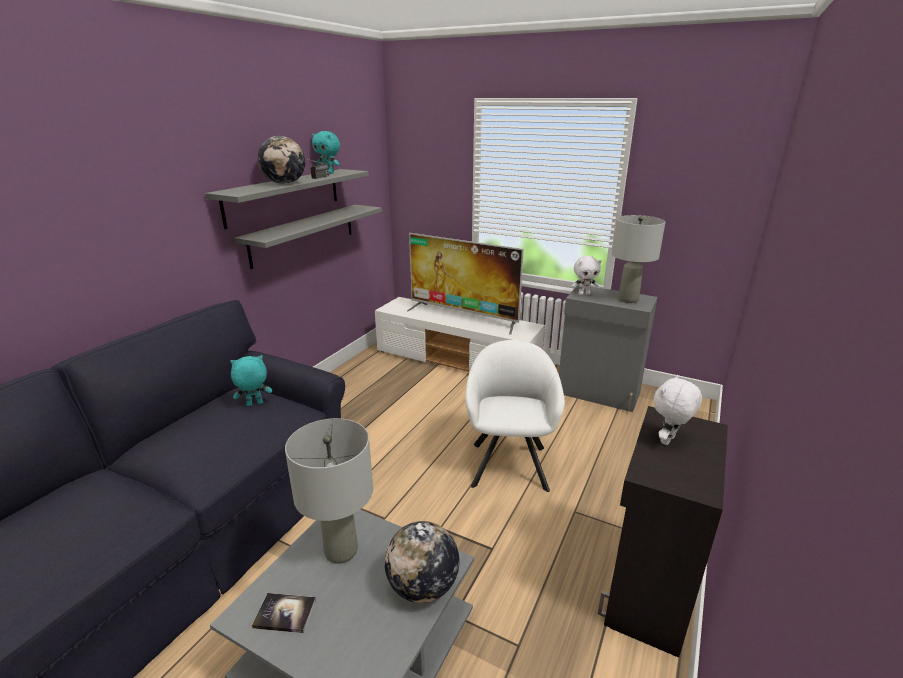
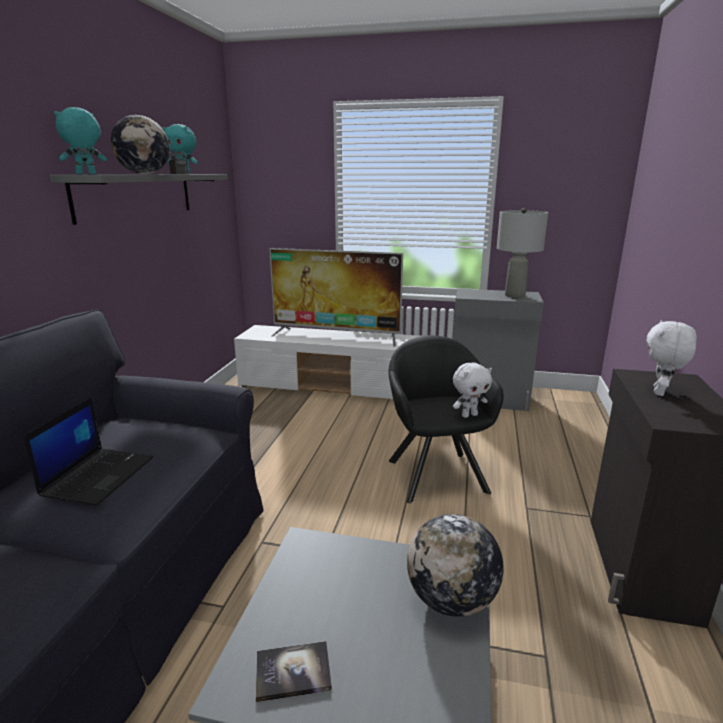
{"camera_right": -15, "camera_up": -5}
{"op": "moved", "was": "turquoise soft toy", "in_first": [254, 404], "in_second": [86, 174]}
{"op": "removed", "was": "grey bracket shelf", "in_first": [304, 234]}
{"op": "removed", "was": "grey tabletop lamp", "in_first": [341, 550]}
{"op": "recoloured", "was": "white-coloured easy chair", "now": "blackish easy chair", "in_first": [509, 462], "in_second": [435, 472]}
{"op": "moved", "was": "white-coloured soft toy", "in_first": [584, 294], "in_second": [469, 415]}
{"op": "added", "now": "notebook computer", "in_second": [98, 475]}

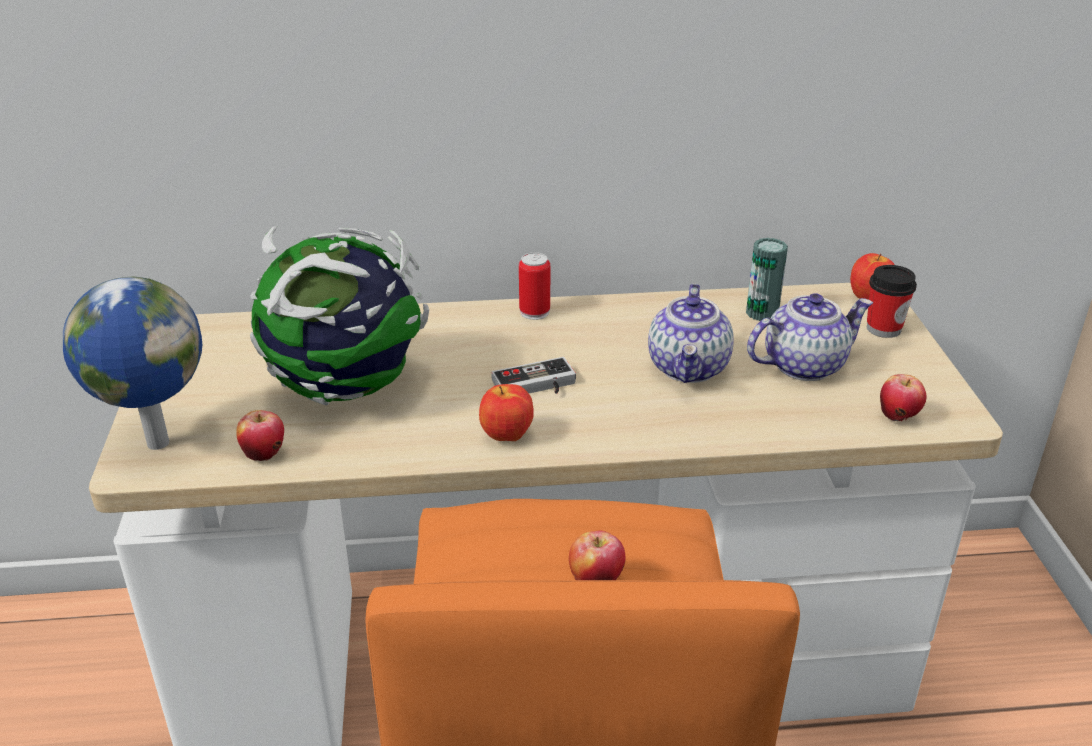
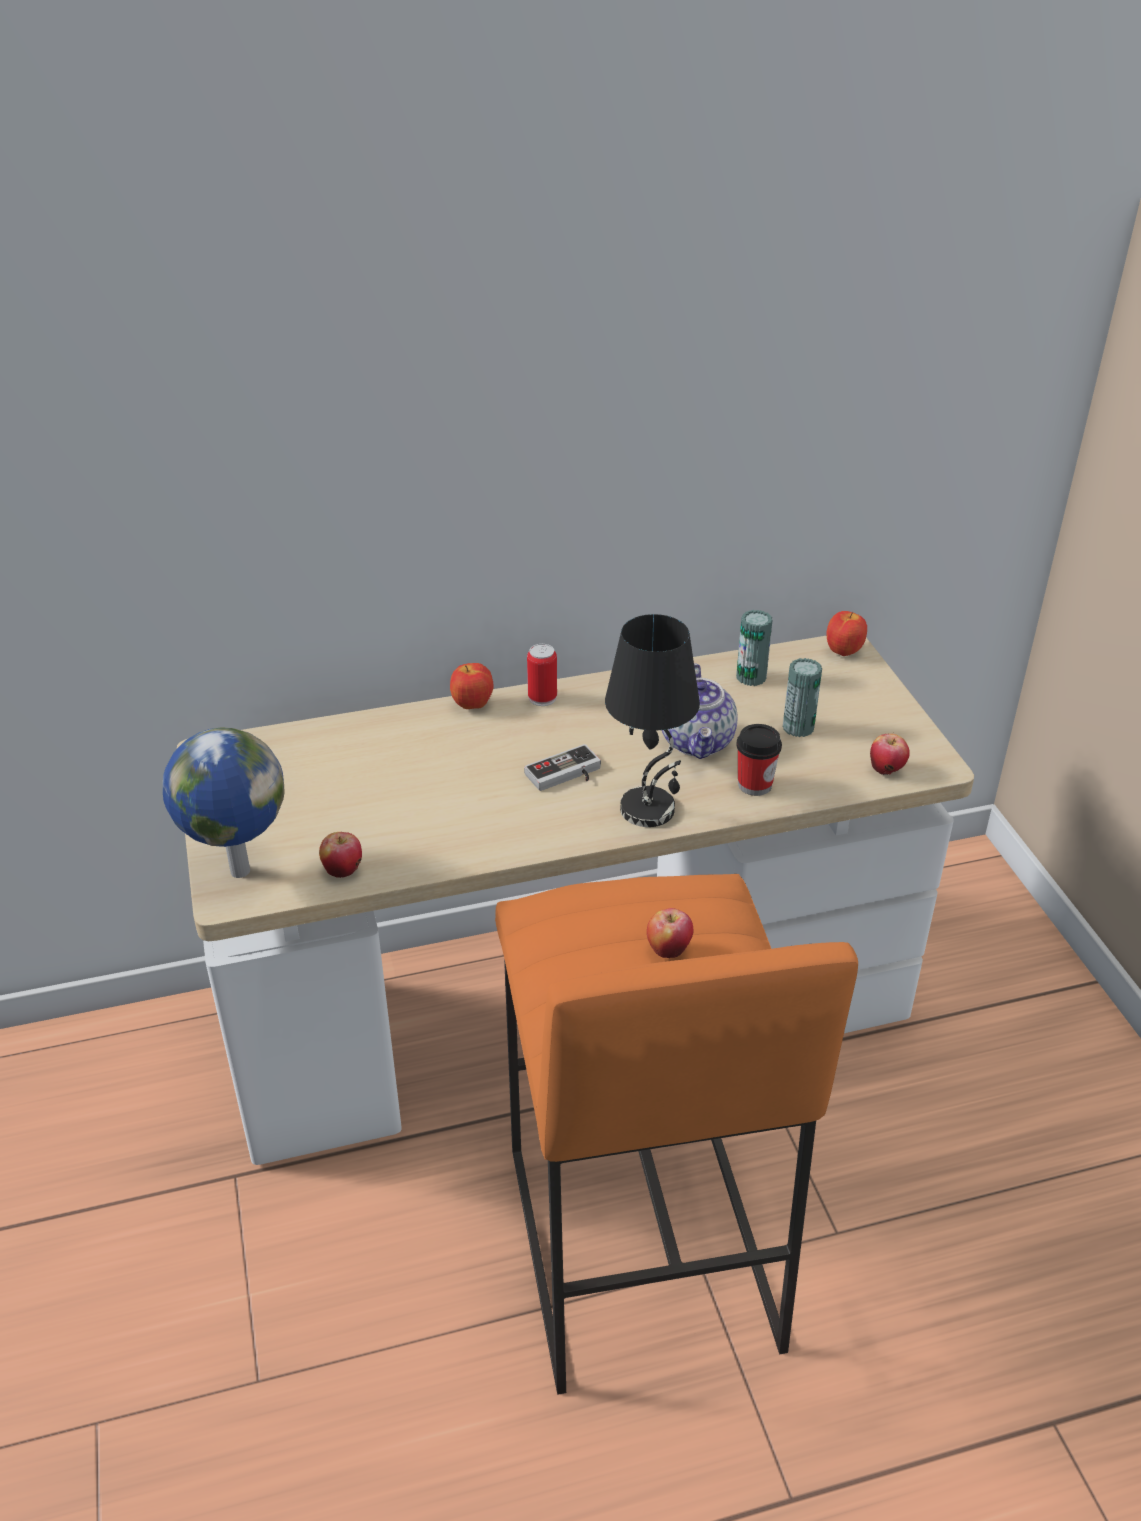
{"camera_right": -10, "camera_up": 5}
{"op": "removed", "was": "globe", "in_first": [347, 388]}
{"op": "moved", "was": "apple fruit", "in_first": [506, 437], "in_second": [472, 705]}
{"op": "replaced", "was": "teapot", "now": "metal can", "in_first": [804, 365], "in_second": [798, 727]}
{"op": "moved", "was": "cup", "in_first": [883, 329], "in_second": [754, 784]}
{"op": "added", "now": "blackish tabletop lamp", "in_second": [649, 809]}

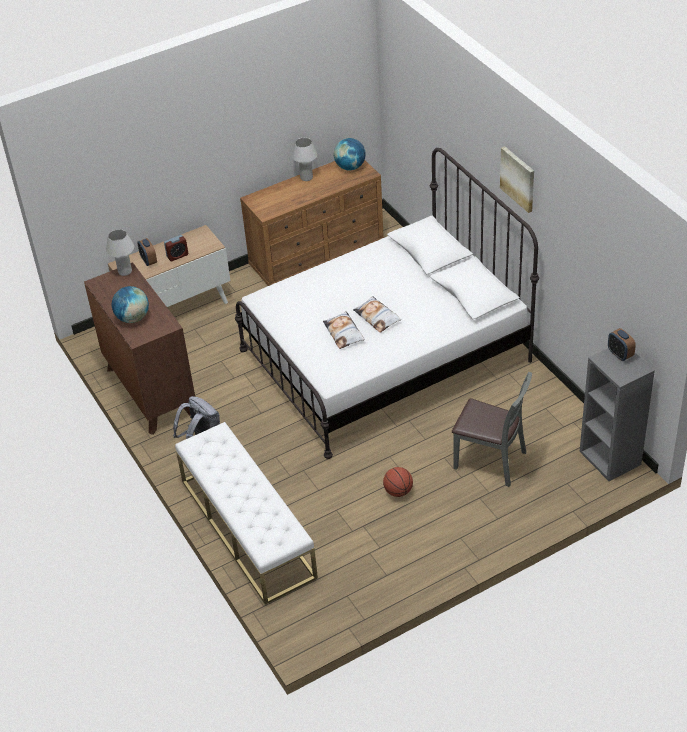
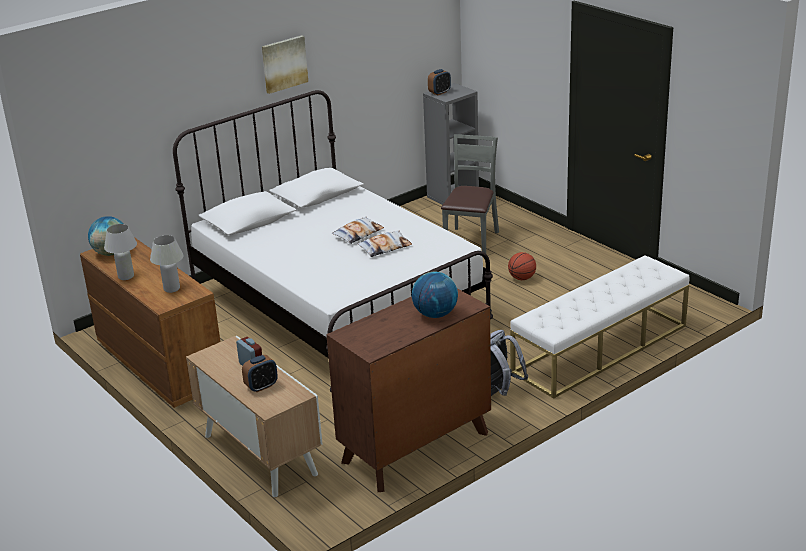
{"camera_right": -100, "camera_up": -15}
{"op": "moved", "was": "white-coloured tabletop lamp", "in_first": [125, 271], "in_second": [171, 289]}

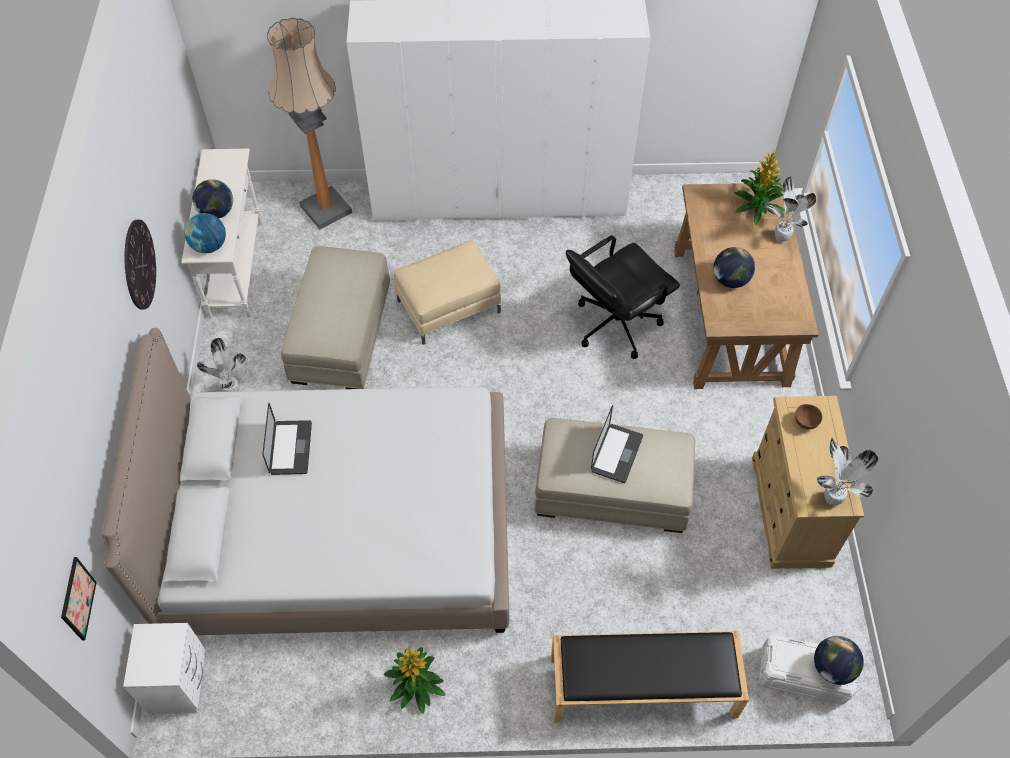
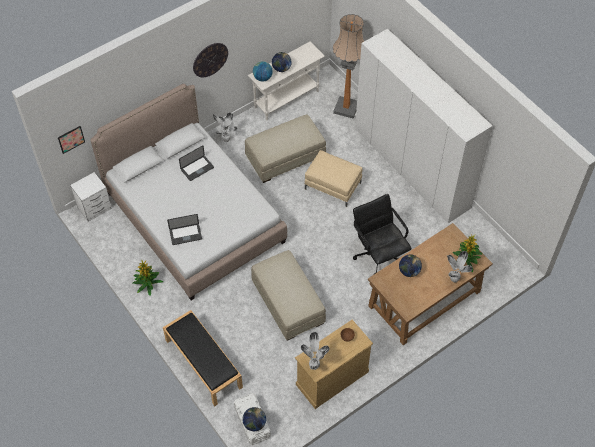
{"camera_right": 55, "camera_up": 0}
{"op": "turned", "was": "blackish office chair", "in_first": [615, 324], "in_second": [378, 254], "clockwise": 45}
{"op": "moved", "was": "notebook computer", "in_first": [616, 453], "in_second": [185, 235]}

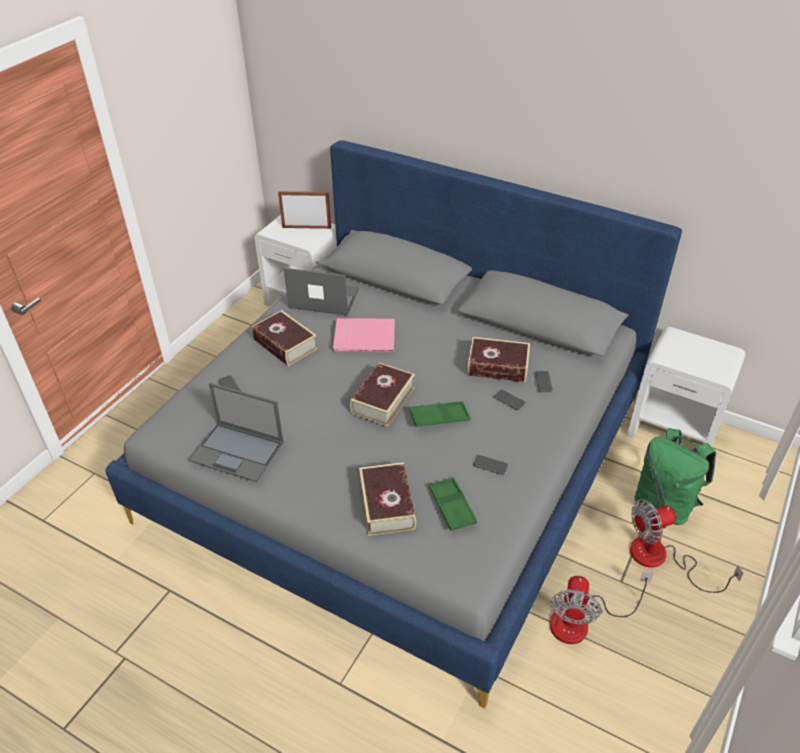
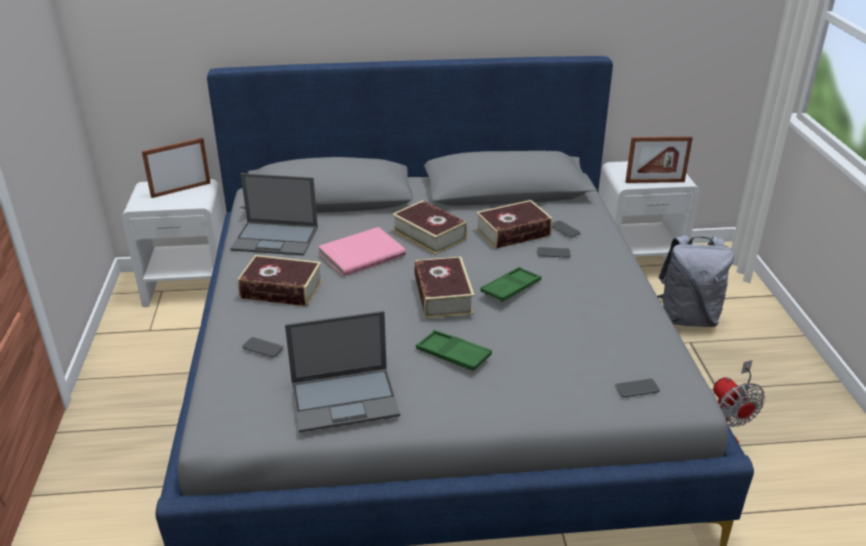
{"camera_right": -35, "camera_up": -10}
{"op": "turned", "was": "notebook computer", "in_first": [323, 298], "in_second": [276, 238], "clockwise": -150}
{"op": "moved", "was": "bound book", "in_first": [387, 504], "in_second": [429, 235]}
{"op": "moved", "was": "green-coloured tray", "in_first": [452, 507], "in_second": [453, 355]}
{"op": "moved", "was": "telephone", "in_first": [490, 465], "in_second": [637, 388]}
{"op": "removed", "was": "fan", "in_first": [661, 559]}
{"op": "recoloured", "was": "green-coloured rucksack", "now": "grey rucksack", "in_first": [664, 504], "in_second": [687, 318]}
{"op": "added", "now": "picture frame", "in_second": [654, 182]}

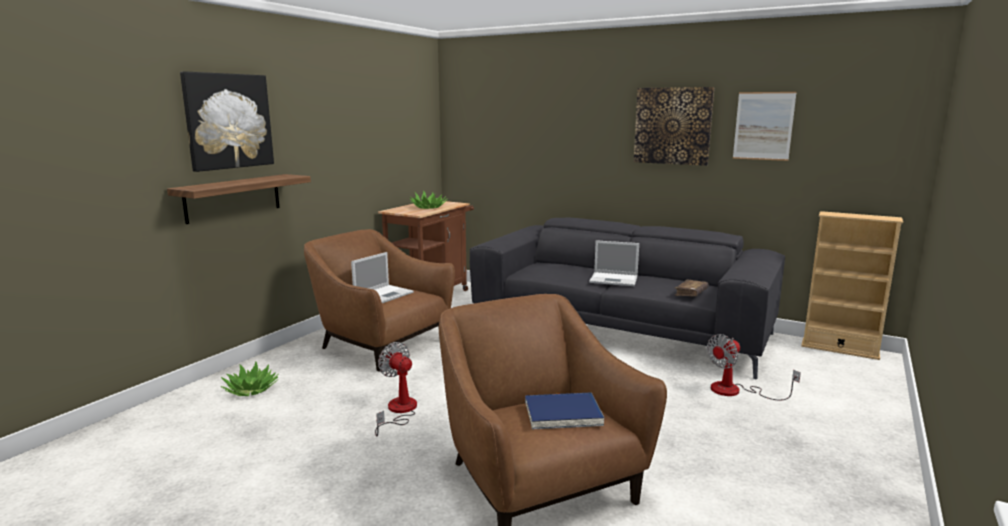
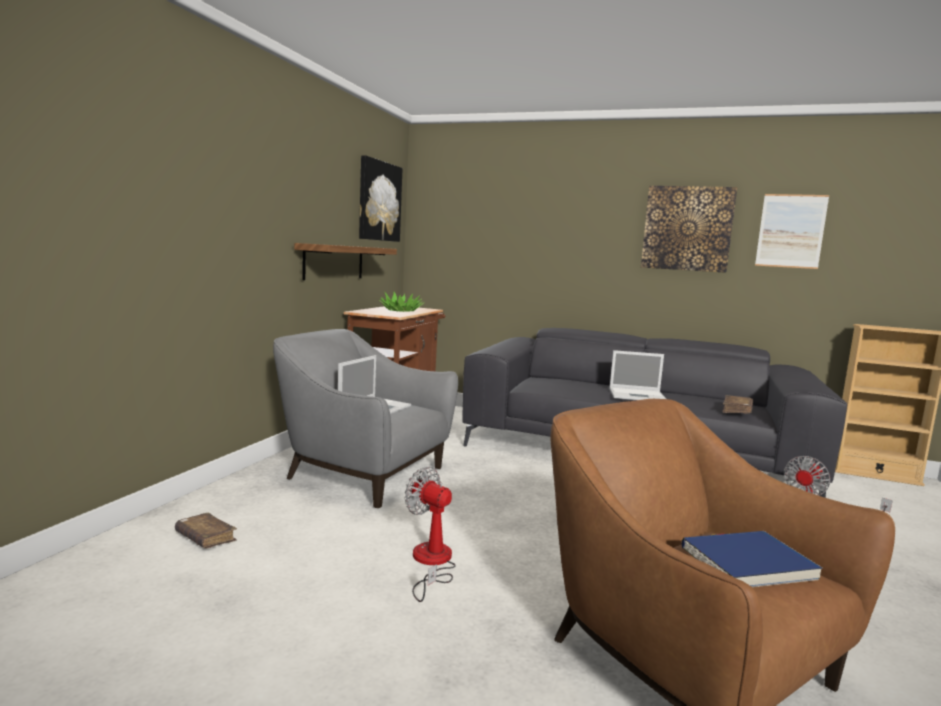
{"camera_right": -10, "camera_up": -5}
{"op": "moved", "was": "bracket shelf", "in_first": [233, 198], "in_second": [334, 262]}
{"op": "moved", "was": "picture", "in_first": [228, 121], "in_second": [379, 201]}
{"op": "replaced", "was": "houseplant", "now": "brownish bound book", "in_first": [251, 390], "in_second": [205, 538]}
{"op": "recoloured", "was": "brownish easy chair", "now": "grey easy chair", "in_first": [381, 345], "in_second": [363, 474]}

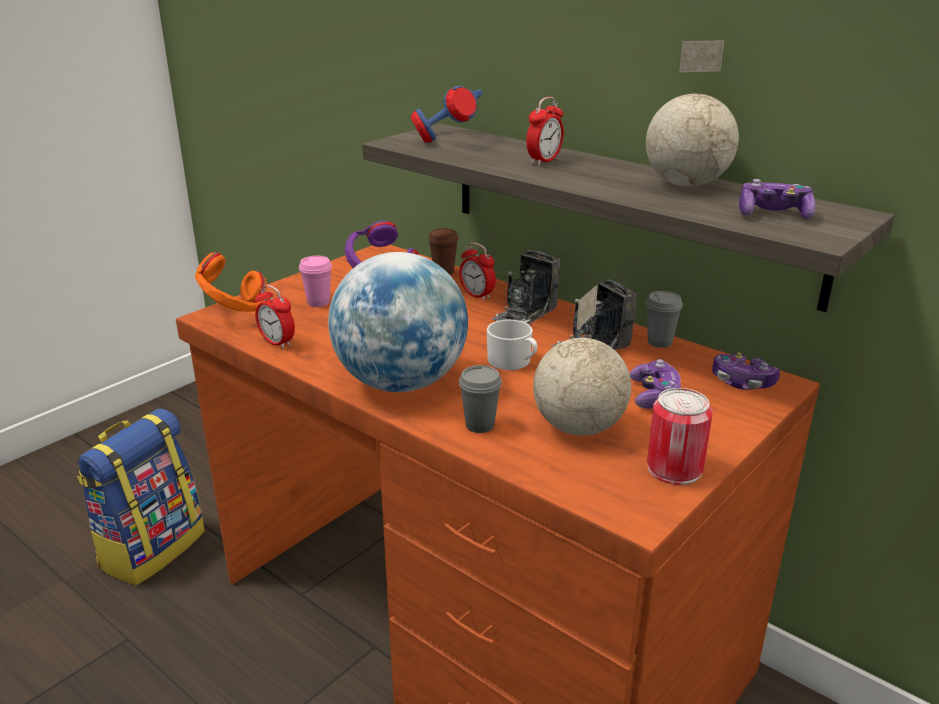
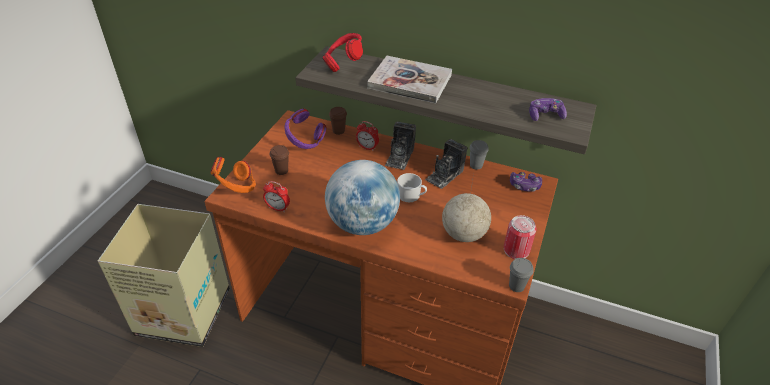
{"camera_right": -20, "camera_up": 15}
{"op": "replaced", "was": "rucksack", "now": "packing box", "in_first": [152, 548], "in_second": [182, 311]}
{"op": "recoloured", "was": "pink-coloured cup", "now": "brownish cup", "in_first": [318, 302], "in_second": [281, 171]}
{"op": "recoloured", "was": "blue-coloured headset", "now": "reddish headset", "in_first": [449, 138], "in_second": [343, 64]}
{"op": "moved", "was": "grey cup", "in_first": [479, 425], "in_second": [516, 286]}
{"op": "replaced", "was": "table clock", "now": "bound book", "in_first": [544, 161], "in_second": [410, 81]}
{"op": "removed", "was": "game controller", "in_first": [654, 396]}
{"op": "removed", "was": "globe", "in_first": [685, 184]}

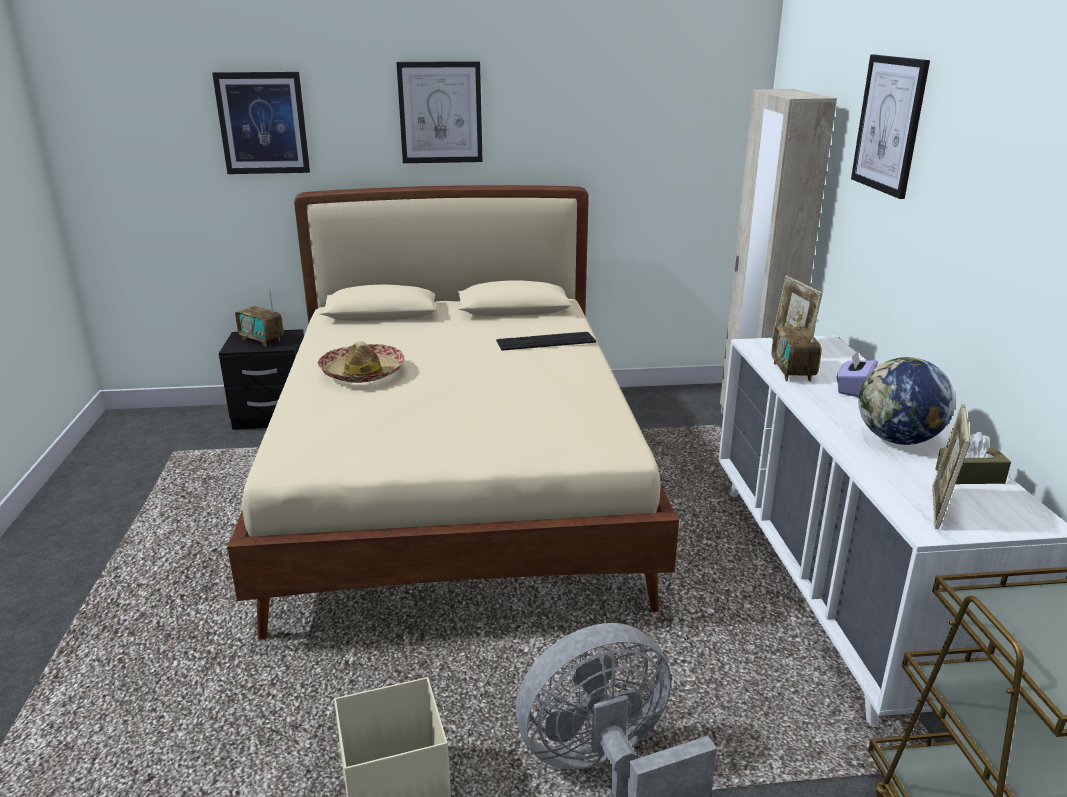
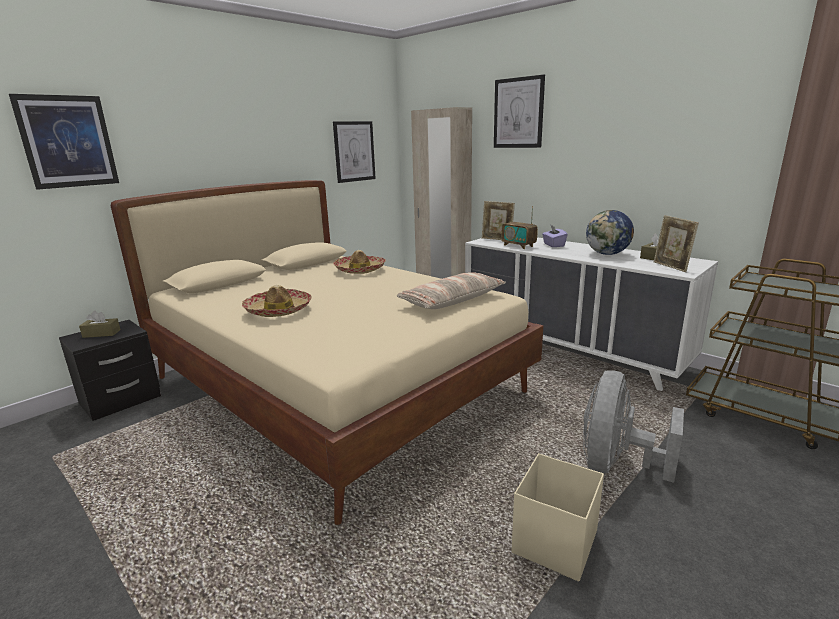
{"camera_right": -40, "camera_up": -5}
{"op": "replaced", "was": "radio", "now": "brownish tissue box", "in_first": [262, 339], "in_second": [101, 333]}
{"op": "moved", "was": "picture", "in_first": [440, 113], "in_second": [354, 151]}
{"op": "replaced", "was": "keyboard", "now": "clothing hat", "in_first": [546, 341], "in_second": [360, 270]}
{"op": "added", "now": "throw pillow", "in_second": [452, 301]}

